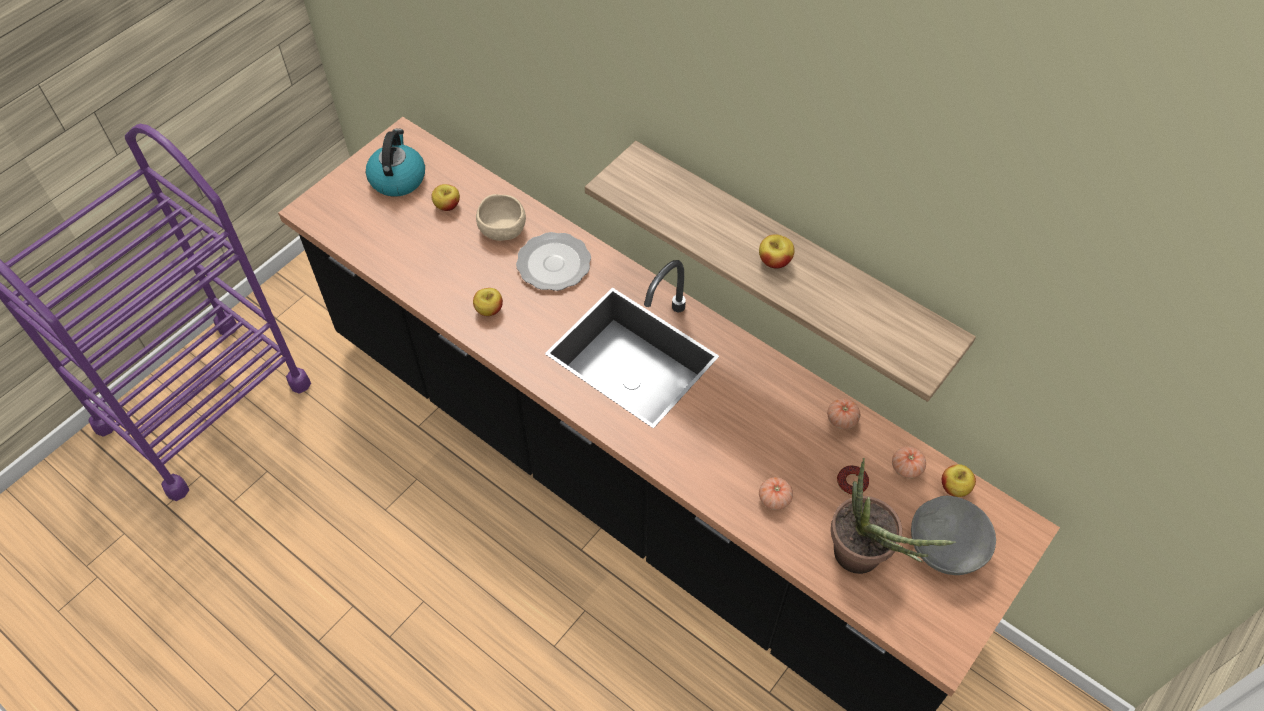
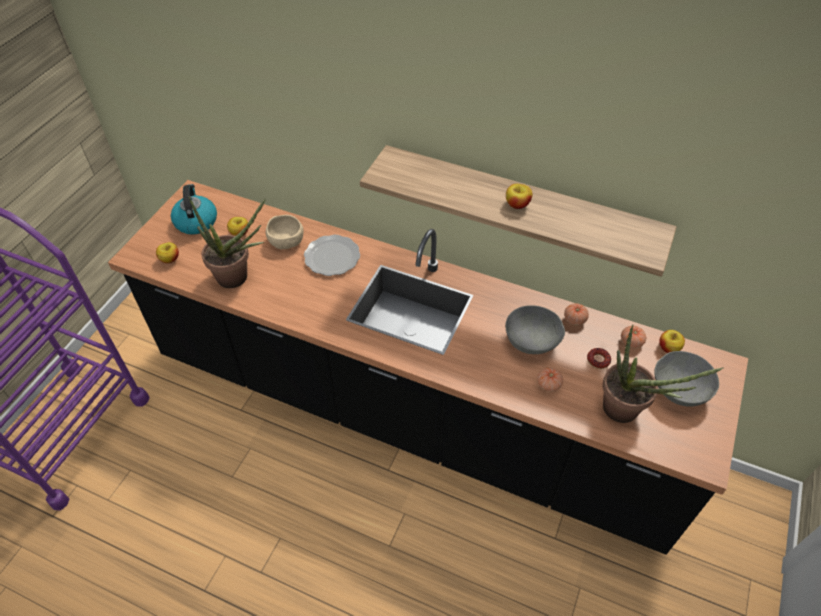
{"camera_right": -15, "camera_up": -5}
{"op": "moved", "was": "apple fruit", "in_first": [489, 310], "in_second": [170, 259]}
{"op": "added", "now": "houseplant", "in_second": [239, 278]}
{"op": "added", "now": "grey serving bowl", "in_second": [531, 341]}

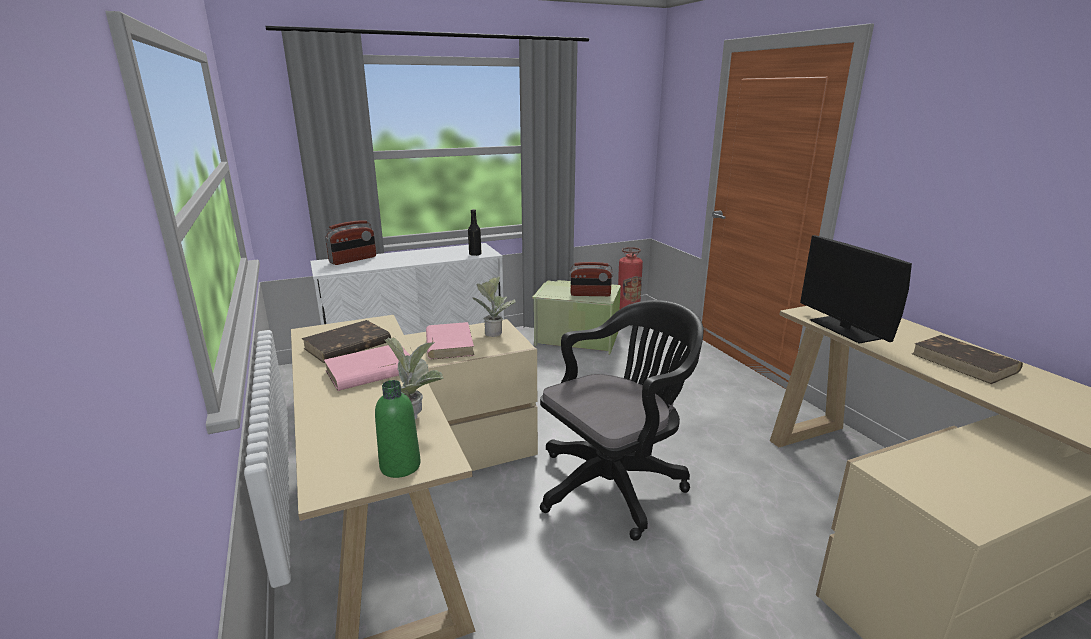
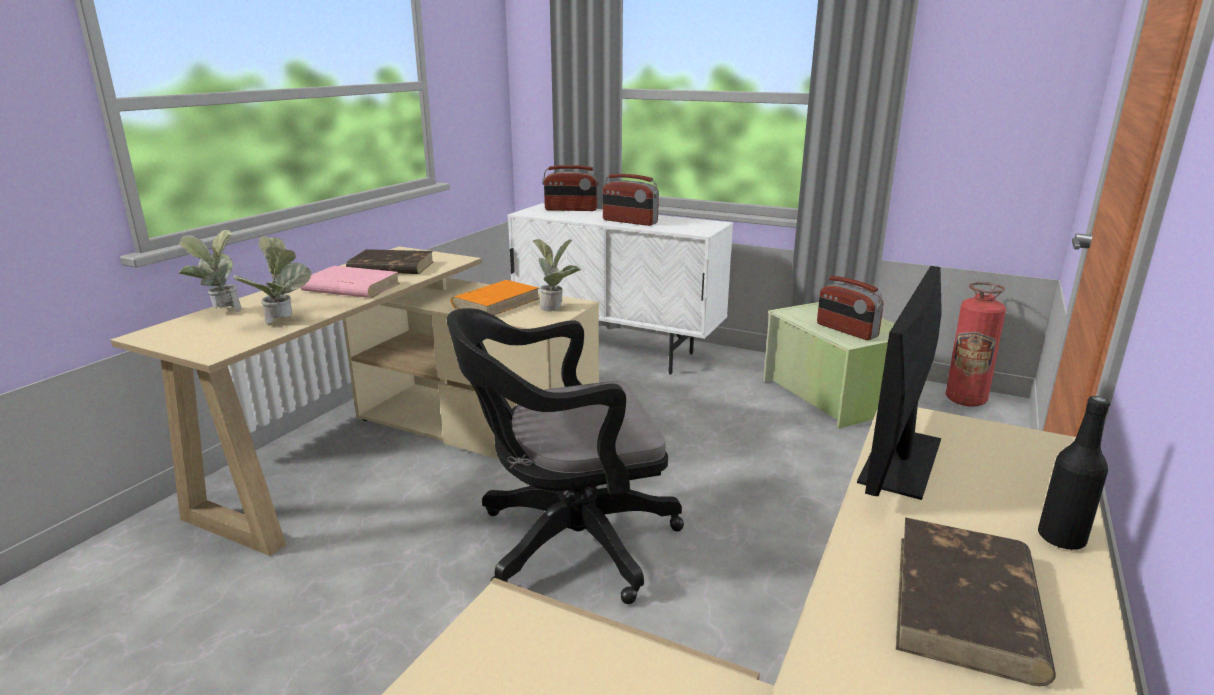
{"camera_right": 50, "camera_up": 0}
{"op": "removed", "was": "green-coloured drink bottle", "in_first": [400, 466]}
{"op": "recoloured", "was": "pink-coloured bound book", "now": "orangey bound book", "in_first": [449, 344], "in_second": [496, 302]}
{"op": "moved", "was": "blackish drink bottle", "in_first": [475, 254], "in_second": [1061, 538]}
{"op": "turned", "was": "blackish office chair", "in_first": [615, 483], "in_second": [566, 542], "clockwise": 150}
{"op": "added", "now": "houseplant", "in_second": [220, 312]}
{"op": "added", "now": "radio", "in_second": [629, 222]}

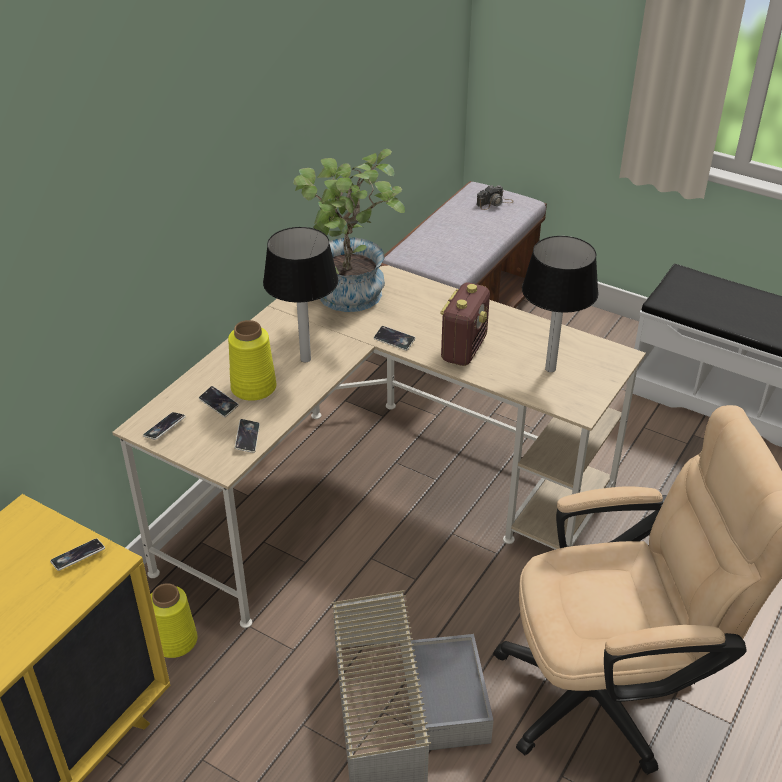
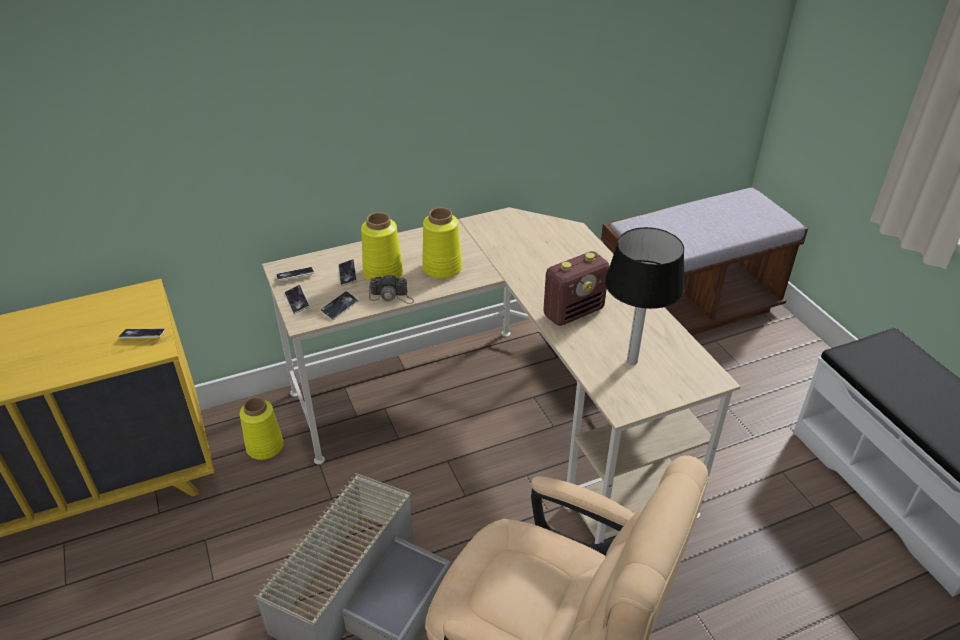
{"camera_right": 35, "camera_up": 0}
{"op": "replaced", "was": "tabletop lamp", "now": "yellow flower vase", "in_first": [305, 359], "in_second": [441, 268]}
{"op": "removed", "was": "houseplant", "in_first": [350, 299]}
{"op": "moved", "was": "telephone", "in_first": [394, 340], "in_second": [297, 301]}
{"op": "moved", "was": "photo camera", "in_first": [494, 203], "in_second": [392, 296]}

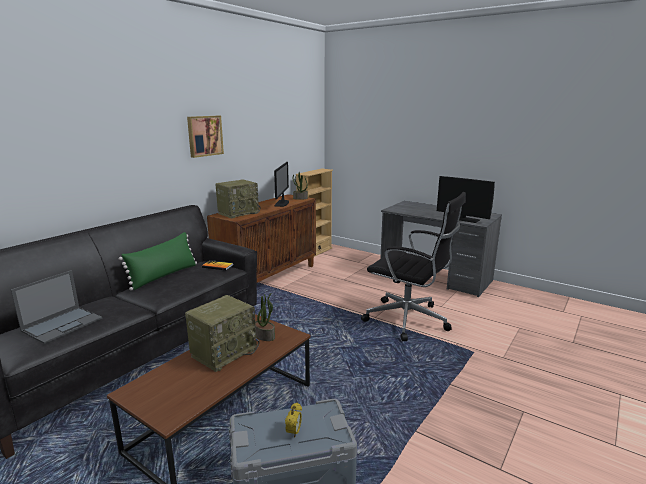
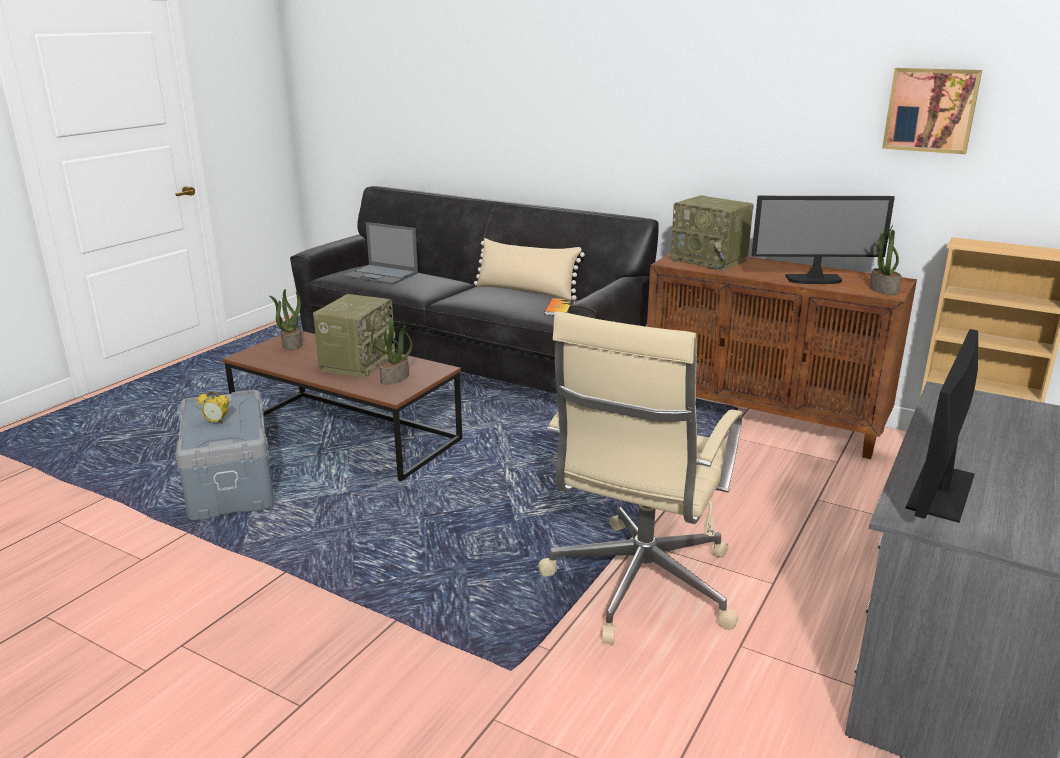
{"camera_right": 85, "camera_up": 5}
{"op": "recoloured", "was": "green-coloured throw pillow", "now": "beige throw pillow", "in_first": [164, 276], "in_second": [526, 292]}
{"op": "turned", "was": "radio", "in_first": [224, 352], "in_second": [358, 362], "clockwise": -105}
{"op": "moved", "was": "picture", "in_first": [204, 136], "in_second": [931, 110]}
{"op": "recoloured", "was": "blackish office chair", "now": "beige office chair", "in_first": [409, 320], "in_second": [639, 586]}
{"op": "added", "now": "houseplant", "in_second": [291, 344]}

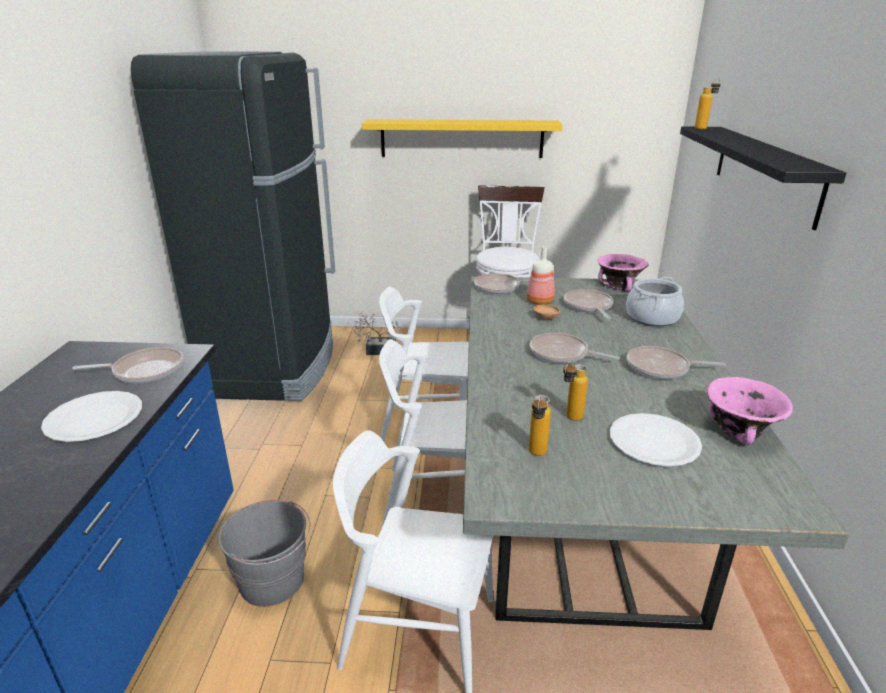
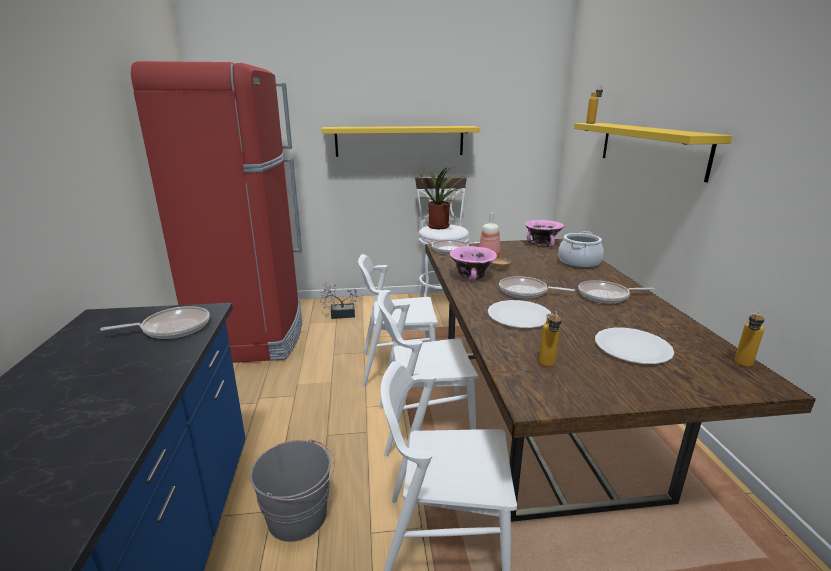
{"camera_right": -10, "camera_up": -5}
{"op": "moved", "was": "white-coloured flat dish", "in_first": [94, 418], "in_second": [519, 316]}
{"op": "recoloured", "was": "blackish fridge", "now": "reddish fridge", "in_first": [274, 366], "in_second": [254, 334]}
{"op": "recoloured", "was": "grey dining table", "now": "brownish dining table", "in_first": [576, 504], "in_second": [538, 418]}
{"op": "moved", "was": "drink bottle", "in_first": [569, 419], "in_second": [742, 366]}
{"op": "removed", "was": "skillet", "in_first": [588, 306]}
{"op": "recoloured", "was": "blackish bracket shelf", "now": "yellow bracket shelf", "in_first": [765, 171], "in_second": [650, 148]}
{"op": "moved", "was": "pink-coloured serving bowl", "in_first": [738, 431], "in_second": [471, 277]}
{"op": "added", "now": "houseplant", "in_second": [440, 226]}

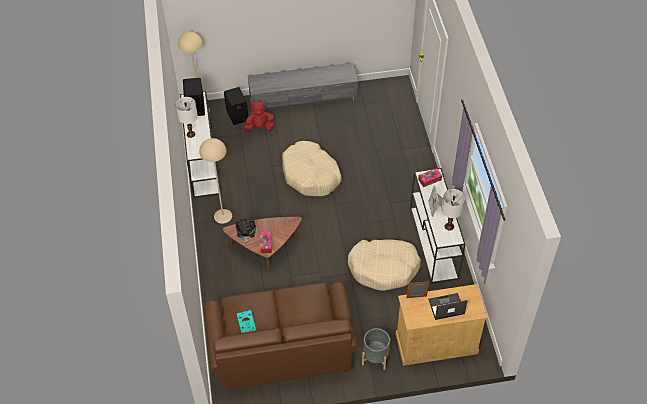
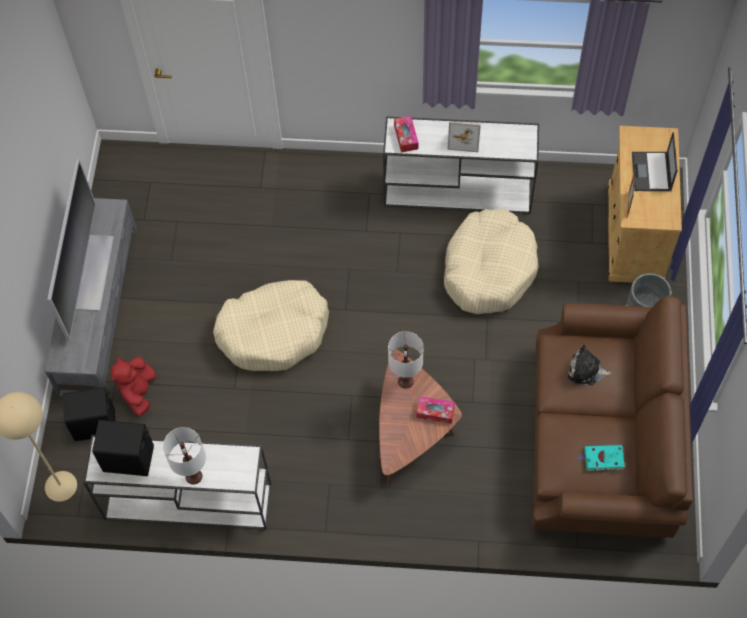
{"camera_right": -75, "camera_up": 10}
{"op": "removed", "was": "beige standard lamp", "in_first": [222, 216]}
{"op": "moved", "was": "soft toy", "in_first": [245, 232], "in_second": [586, 371]}
{"op": "moved", "was": "white-coloured tabletop lamp", "in_first": [449, 226], "in_second": [405, 381]}
{"op": "added", "now": "television", "in_second": [91, 272]}

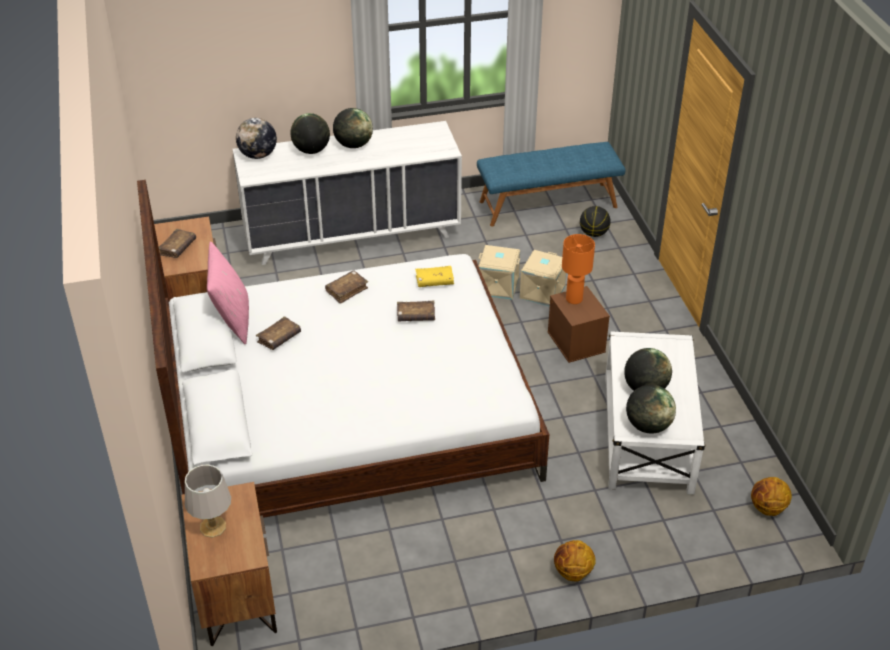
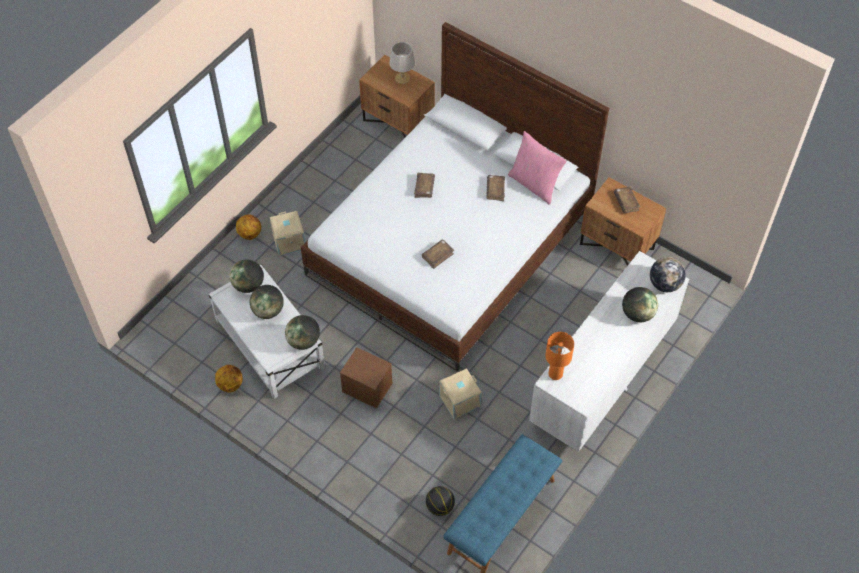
{"camera_right": 140, "camera_up": 15}
{"op": "moved", "was": "brownish bound book", "in_first": [347, 290], "in_second": [424, 188]}
{"op": "moved", "was": "globe", "in_first": [353, 145], "in_second": [303, 341]}
{"op": "removed", "was": "yellow bound book", "in_first": [434, 281]}
{"op": "moved", "was": "beige storage container", "in_first": [541, 291], "in_second": [290, 241]}
{"op": "moved", "was": "orangey tabletop lamp", "in_first": [574, 299], "in_second": [555, 374]}
{"op": "moved", "was": "basketball ball", "in_first": [767, 508], "in_second": [230, 384]}

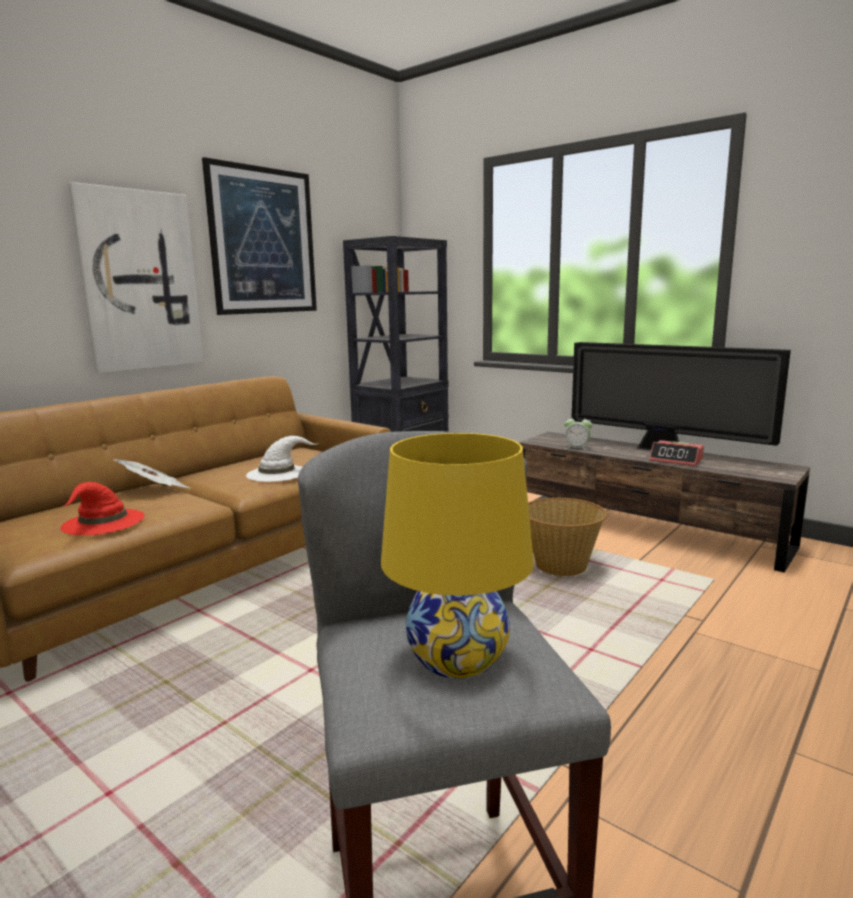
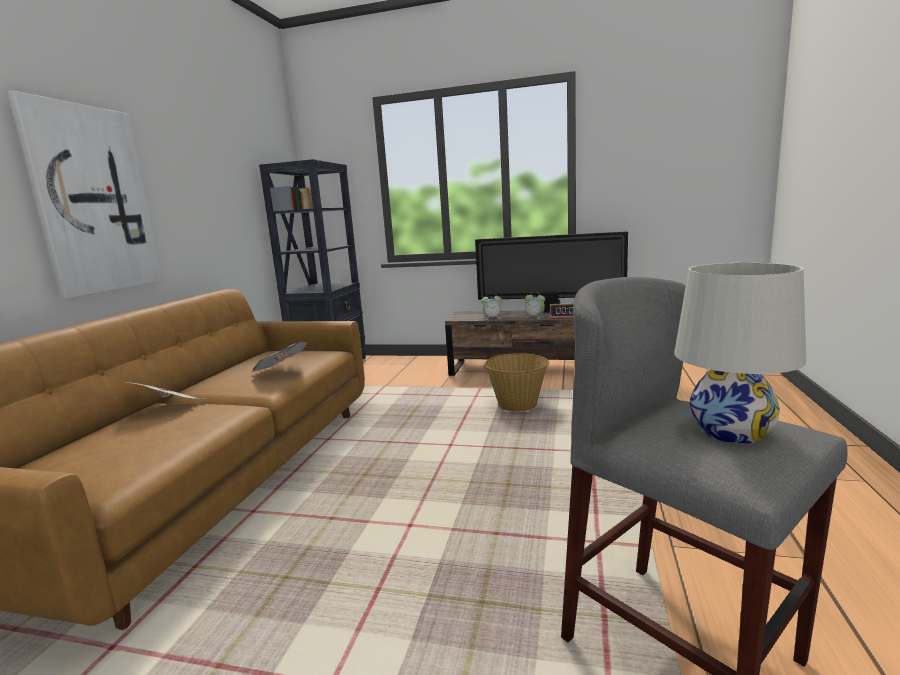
{"camera_right": -25, "camera_up": 0}
{"op": "removed", "was": "reddish clothing hat", "in_first": [103, 522]}
{"op": "removed", "was": "picture", "in_first": [263, 241]}
{"op": "replaced", "was": "white-coloured clothing hat", "now": "daily paper", "in_first": [278, 473], "in_second": [281, 372]}
{"op": "recoloured", "was": "yellow tabletop lamp", "now": "white-coloured tabletop lamp", "in_first": [457, 657], "in_second": [731, 431]}
{"op": "added", "now": "table clock", "in_second": [535, 317]}

